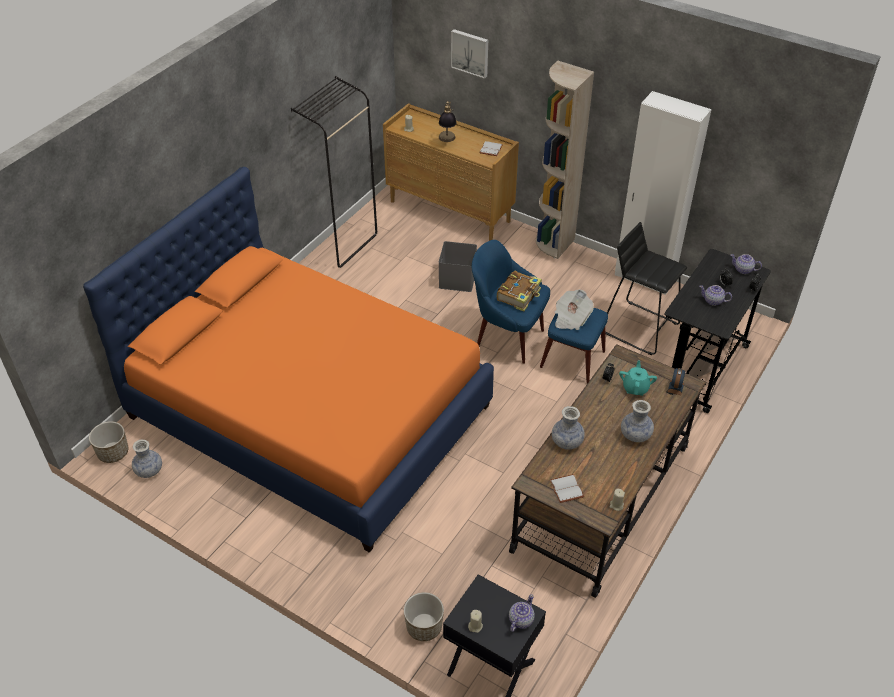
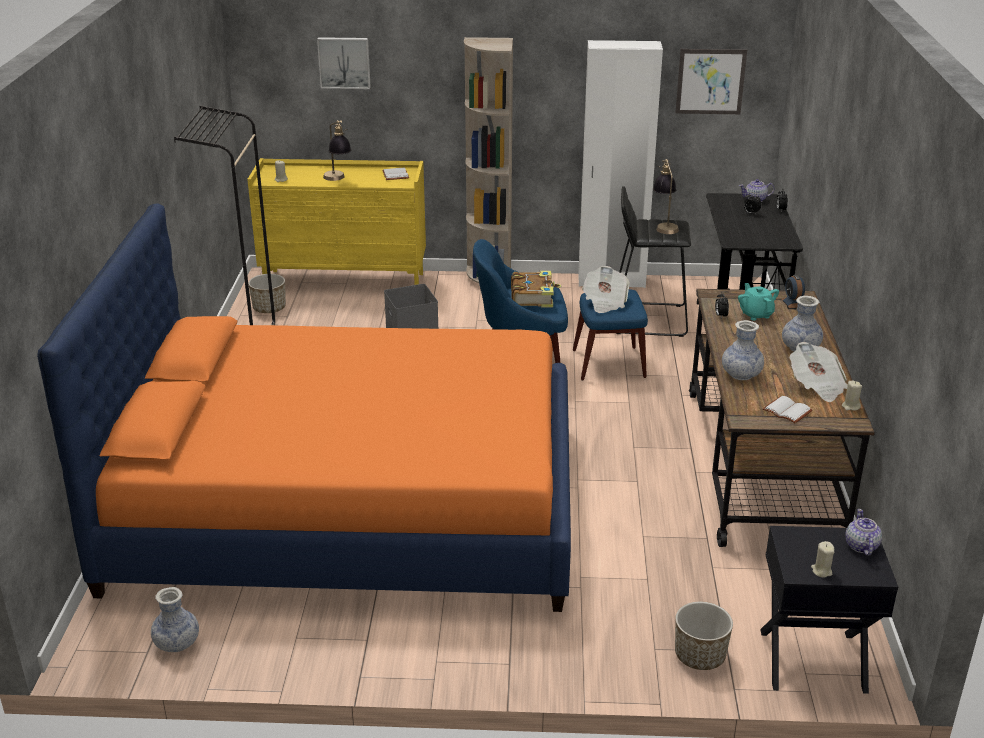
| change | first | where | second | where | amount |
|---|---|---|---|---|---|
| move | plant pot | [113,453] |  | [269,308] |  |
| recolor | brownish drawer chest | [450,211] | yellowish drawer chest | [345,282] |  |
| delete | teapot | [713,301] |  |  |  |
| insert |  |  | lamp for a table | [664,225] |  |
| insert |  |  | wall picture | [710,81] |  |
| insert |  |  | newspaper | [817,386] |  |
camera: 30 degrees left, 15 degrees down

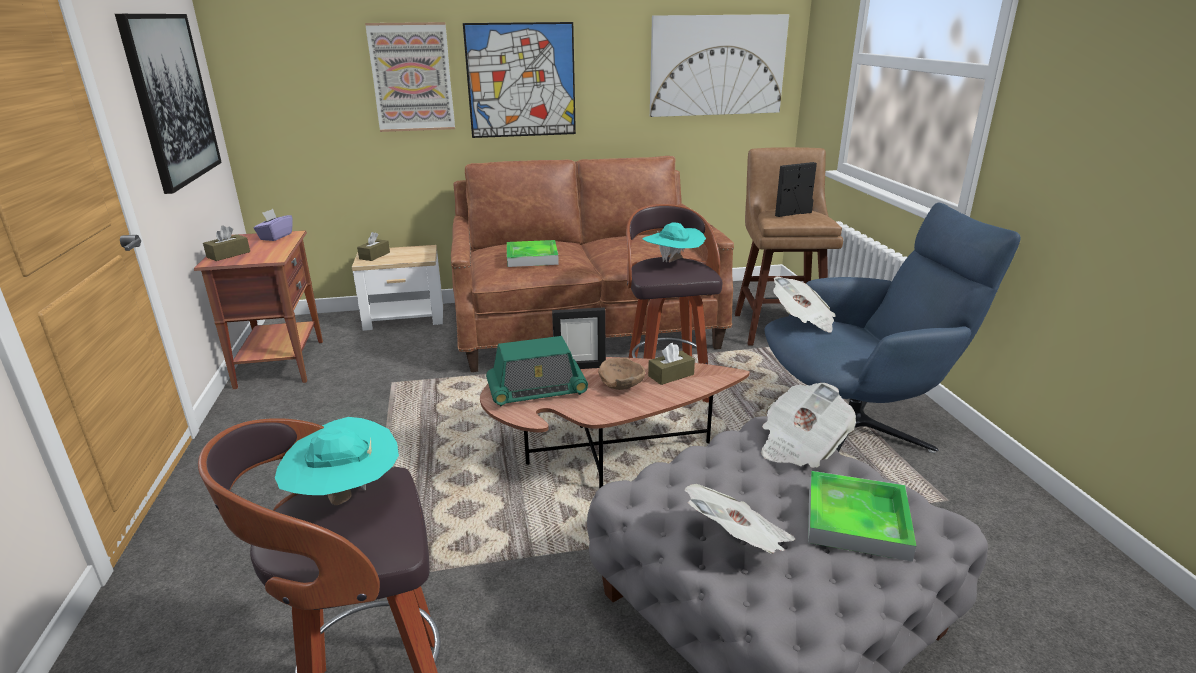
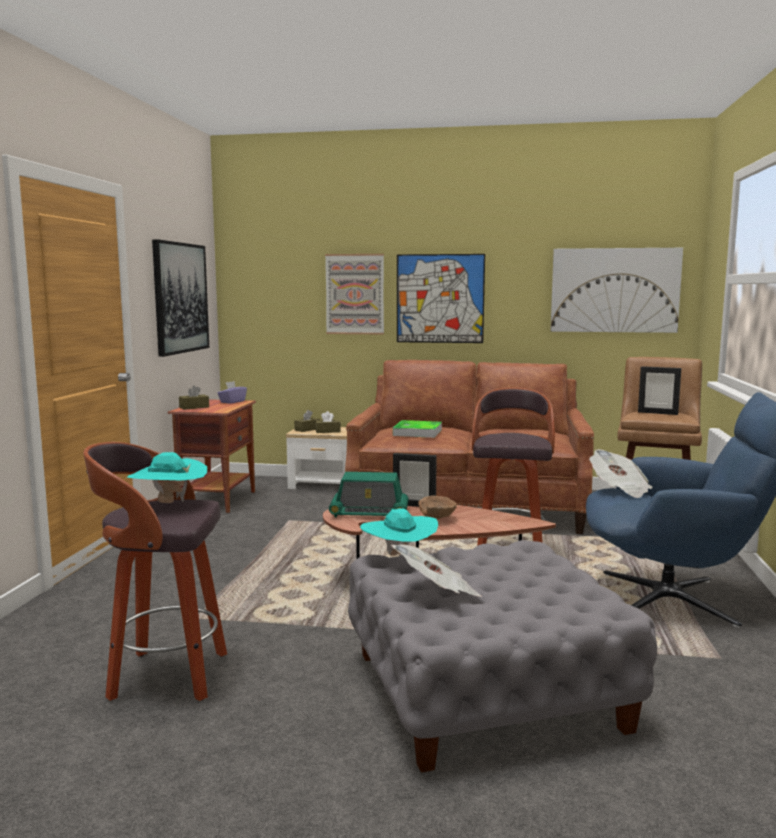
| change | first | where | second | where | amount |
|---|---|---|---|---|---|
| move | turquoise-coloured wearable hat | [673,263] |  | [399,556] |  |
| move | brownish tissue holder | [671,375] |  | [328,431] |  |
| delete | newspaper | [800,445] |  |  |  |
| rotate | picture frame | [793,214] |  | [658,413] | 150 degrees counterclockwise |
| delete | tray | [857,520] |  |  |  |
camera: 20 degrees right, 15 degrees down

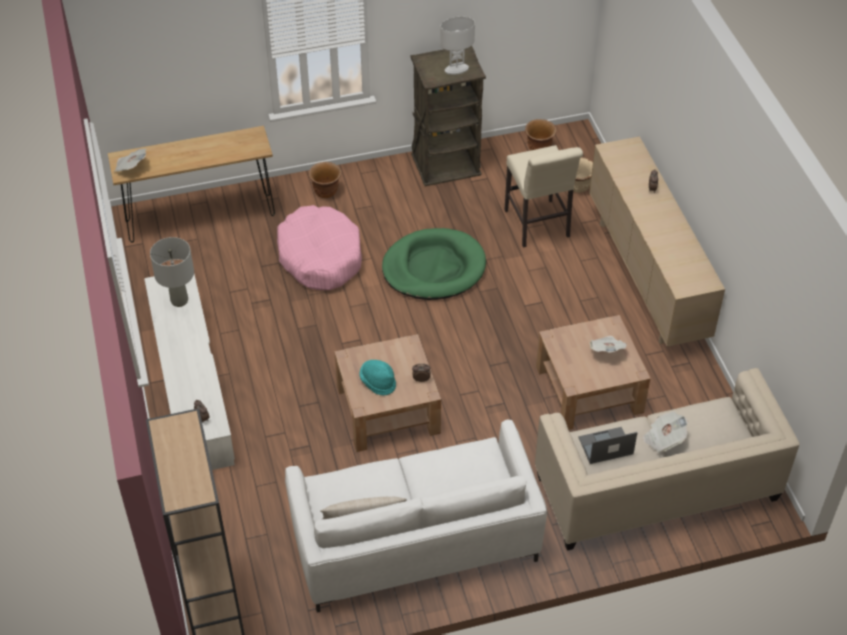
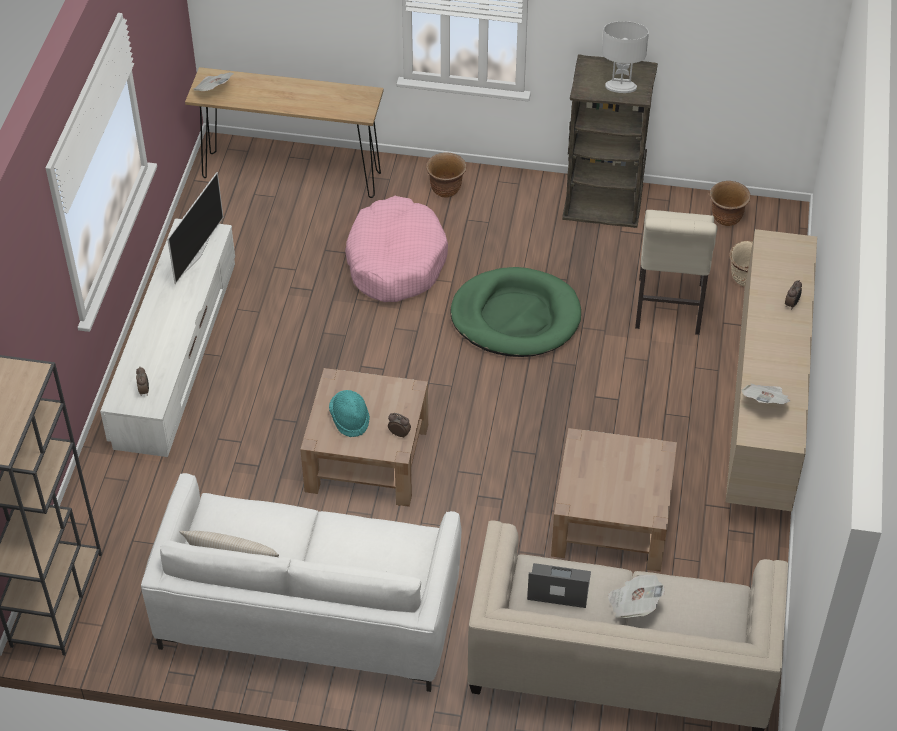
| change | first | where | second | where | amount |
|---|---|---|---|---|---|
| replace | gray lamp for a table | [179,300] | television | [196,255] |  |
| move | newspaper | [606,350] |  | [765,402] |  |
camera: 25 degrees right, 0 degrees up

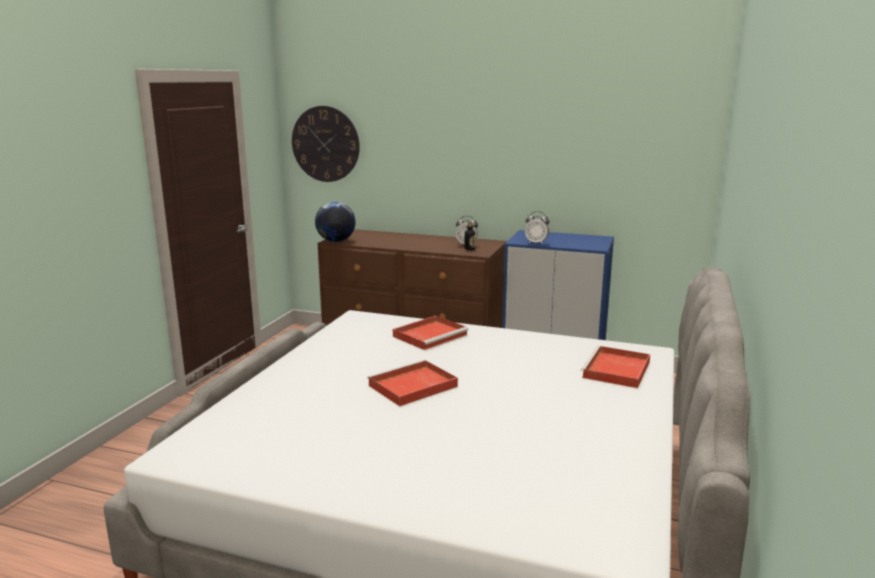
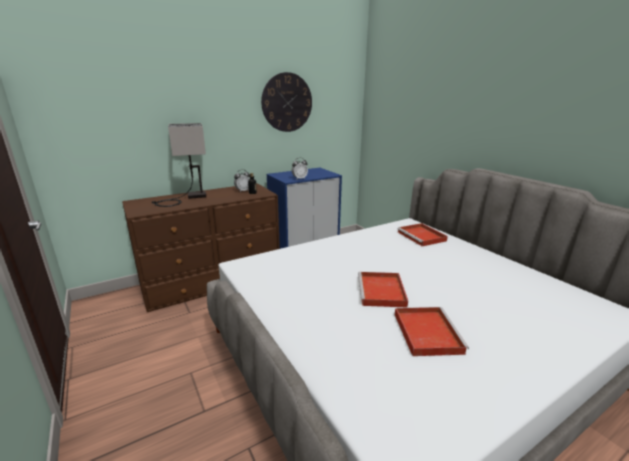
| change | first | where | second | where | amount |
|---|---|---|---|---|---|
| move | wall clock | [325,144] |  | [287,102] |  |
| delete | world globe | [336,241] |  |  |  |
| move | reddish tray | [431,335] |  | [426,332] |  |
| insert |  |  | lamp for a table | [184,198] |  |
camera: 50 degrees left, 5 degrees up

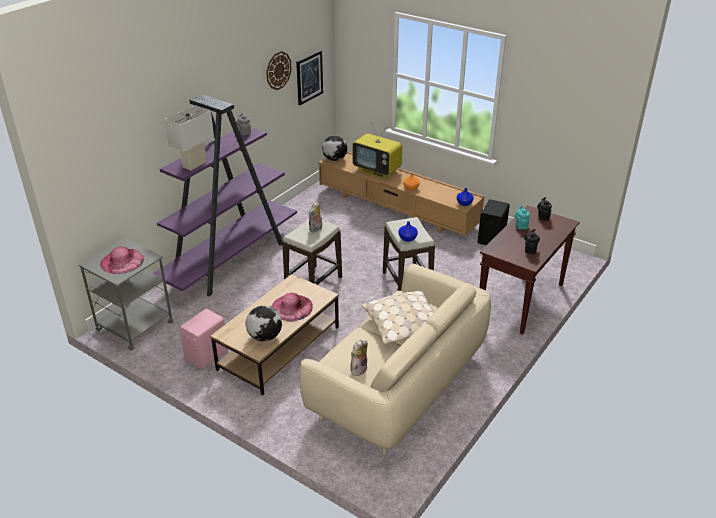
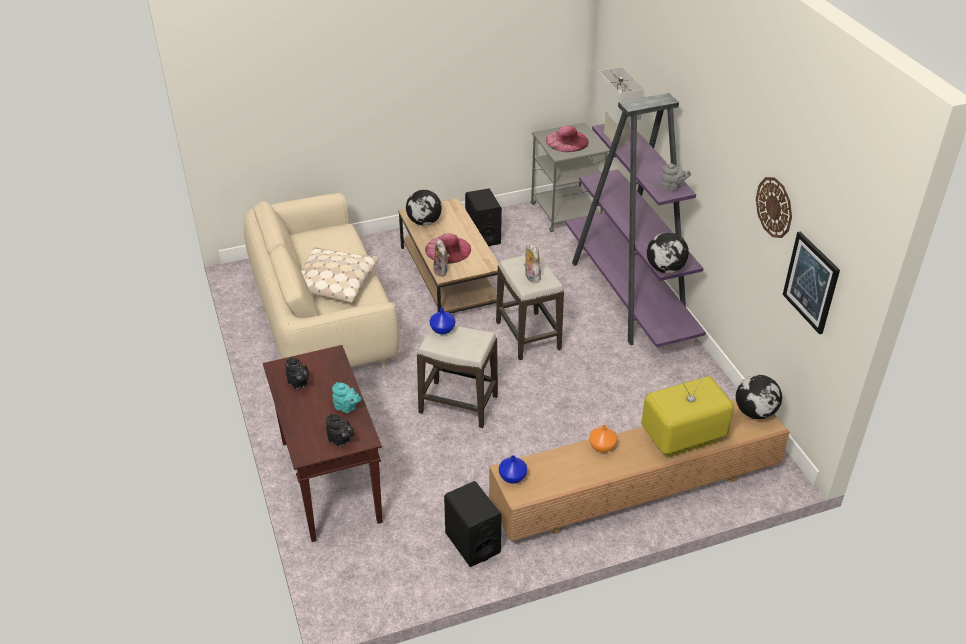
| change | first | where | second | where | amount |
|---|---|---|---|---|---|
| recolor | pink-coloured audio speaker | [206,355] | black-coloured audio speaker | [483,236] |  |
| move | plush toy | [358,369] |  | [442,271] |  |
| insert |  |  | world globe | [665,269] |  |
camera: 125 degrees right, 5 degrees up

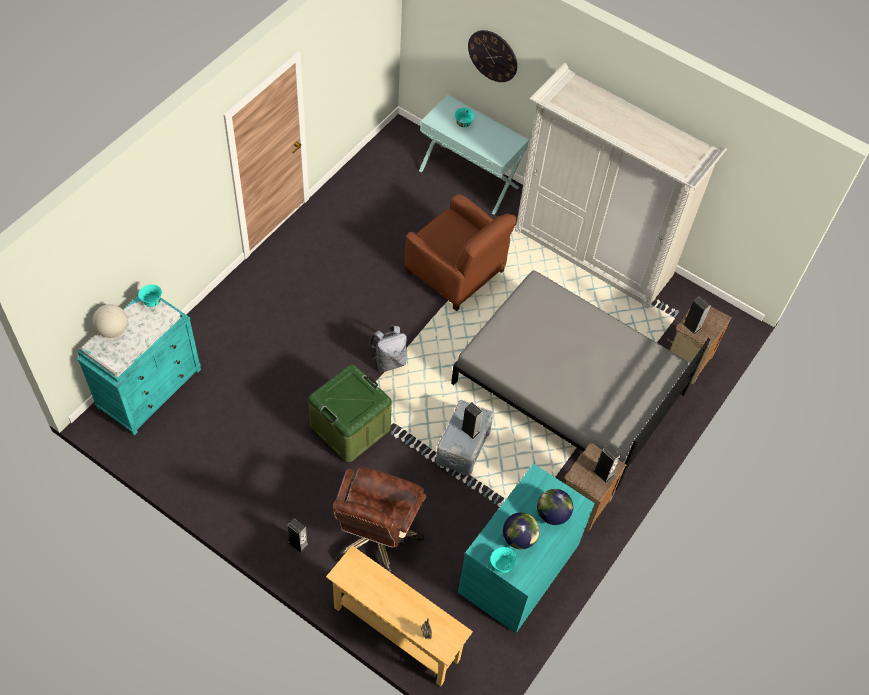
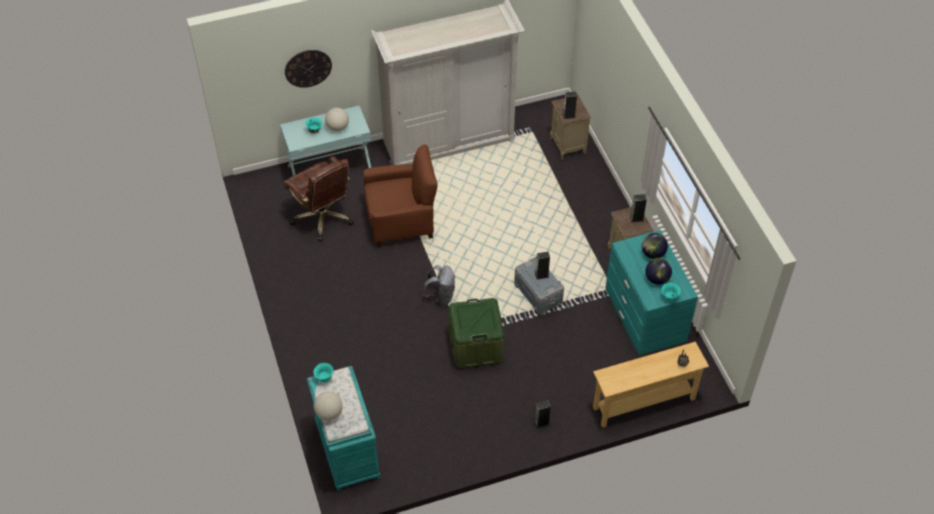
| change | first | where | second | where | amount |
|---|---|---|---|---|---|
| move | brownish desk chair | [377,537] |  | [322,216] |  |
| delete | gray bedroom bed | [569,388] |  |  |  |
| insert |  |  | world globe | [337,127] |  |
camera: 50 degrees left, 5 degrees down

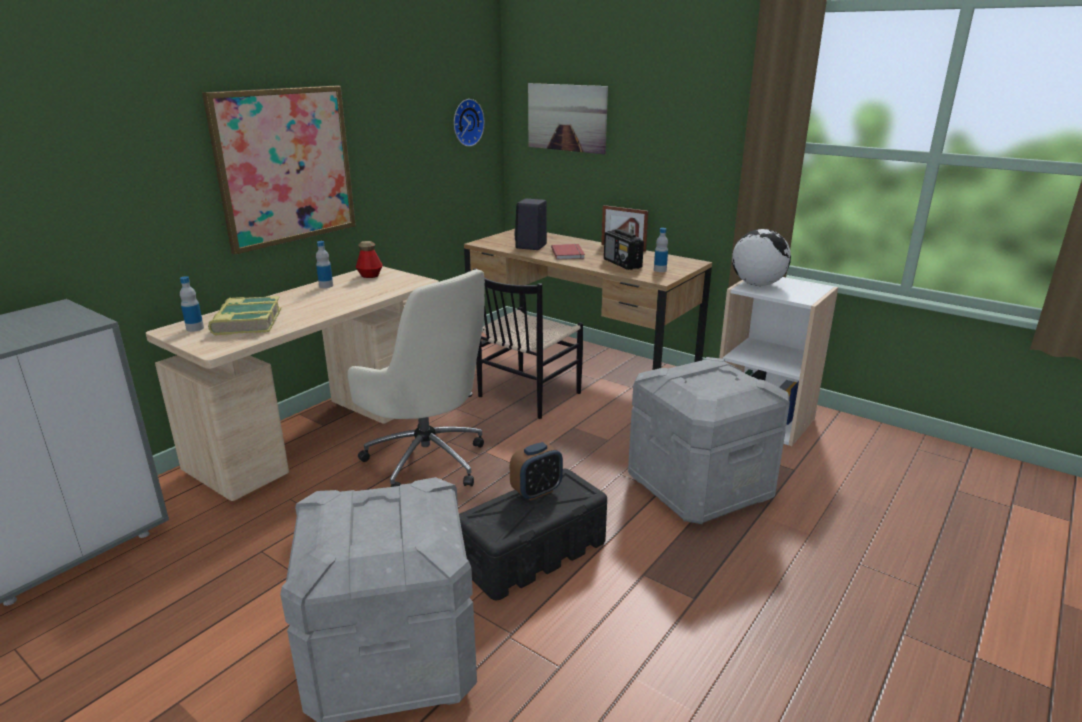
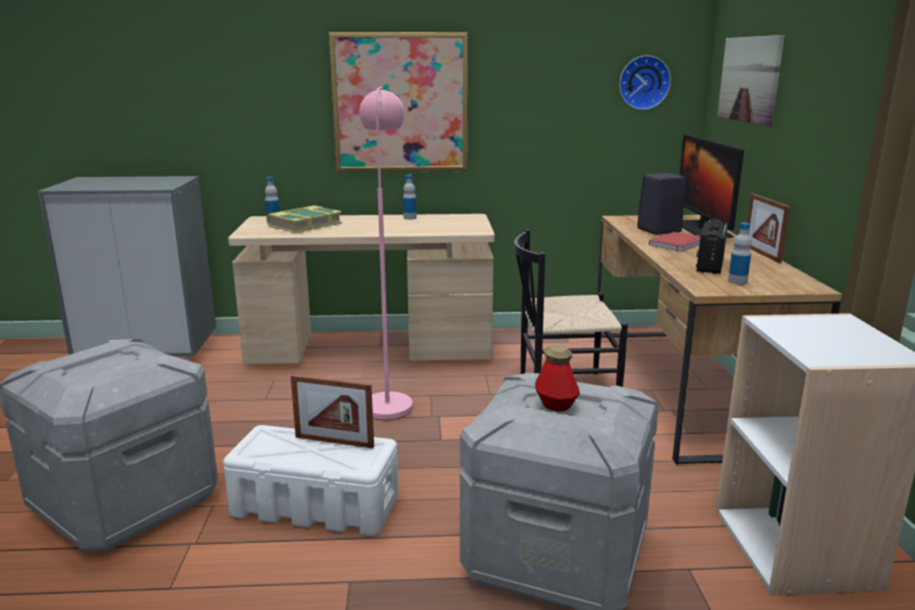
| change | first | where | second | where | amount |
|---|---|---|---|---|---|
| replace | sand-coloured desk chair | [427,461] | pink-coloured floor lamp | [388,401] |  |
| move | drink bottle | [370,276] |  | [556,404] |  |
| recolor | black-coloured storage bin | [534,553] | white-coloured storage bin | [317,505] |  |
| replace | alarm clock | [536,491] | picture frame | [334,442] |  |
| delete | world globe | [757,284] |  |  |  |
| insert |  |  | computer screen | [701,229] |  |
camera: 50 degrees right, 5 degrees down

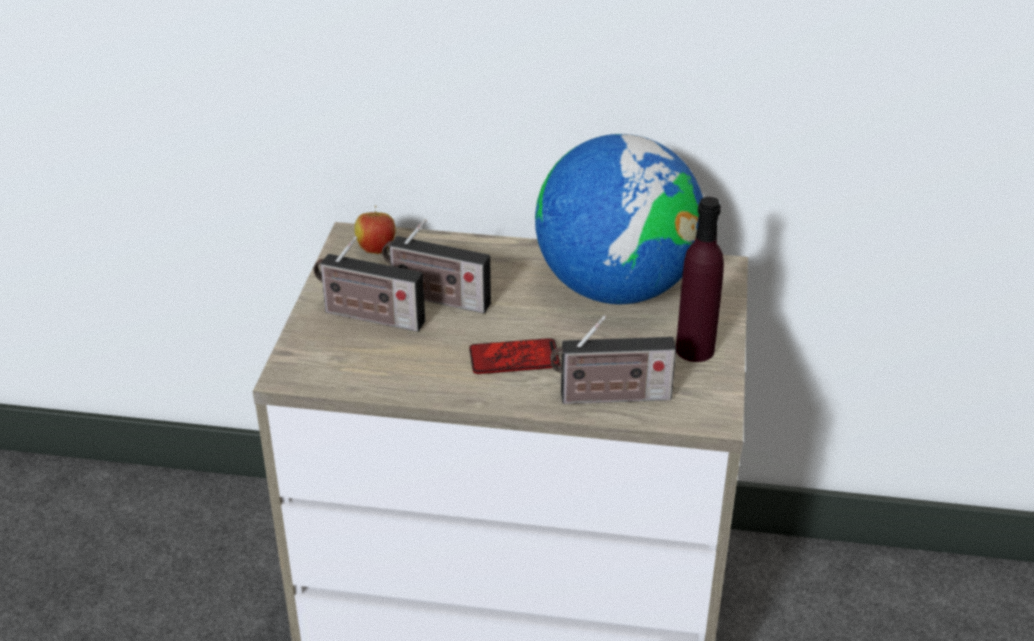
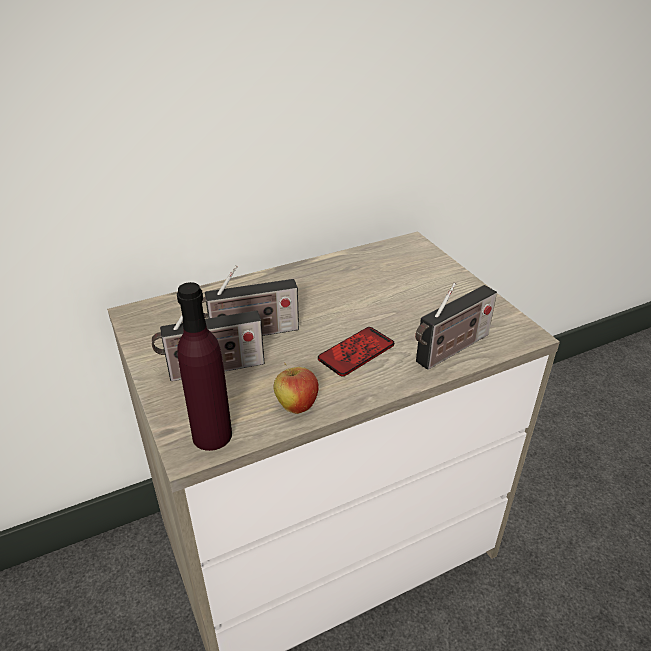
| change | first | where | second | where | amount |
|---|---|---|---|---|---|
| move | apple | [376,249] |  | [296,406] |  |
| delete | world globe | [615,289] |  |  |  |
| move | purplish drink bottle | [695,350] |  | [212,435] |  |
camera: 35 degrees left, 0 degrees up

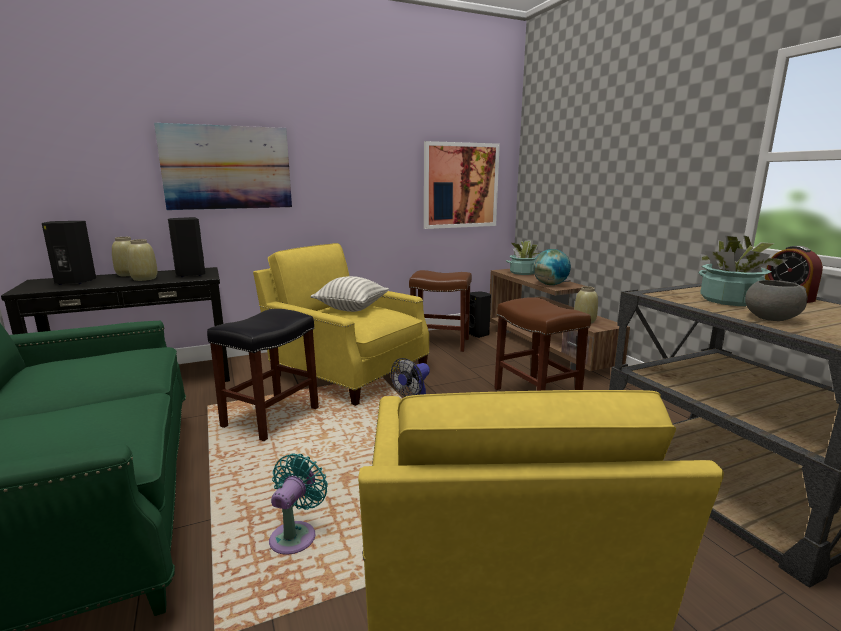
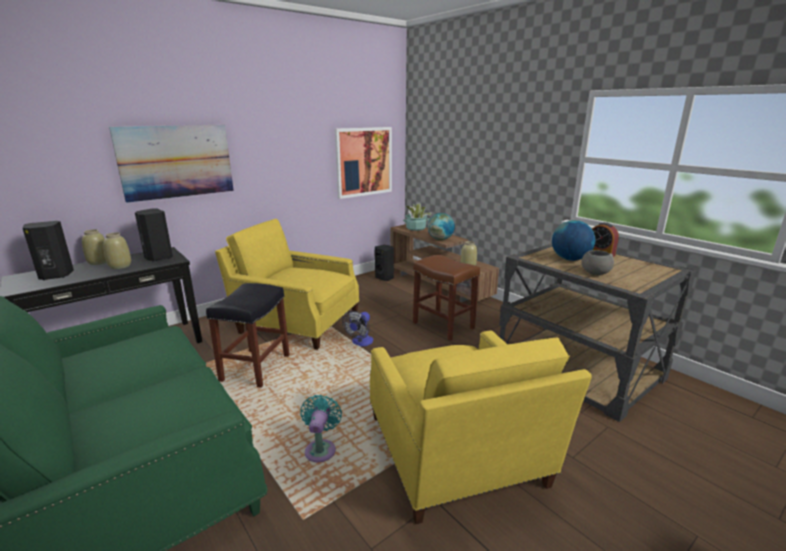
| change | first | where | second | where | amount |
|---|---|---|---|---|---|
| delete | pillow | [351,308] |  |  |  |
| delete | brownish sitting stool | [441,343] |  |  |  |
| replace | potted plant | [729,300] | world globe | [570,259] |  |
camera: 15 degrees left, 5 degrees up

